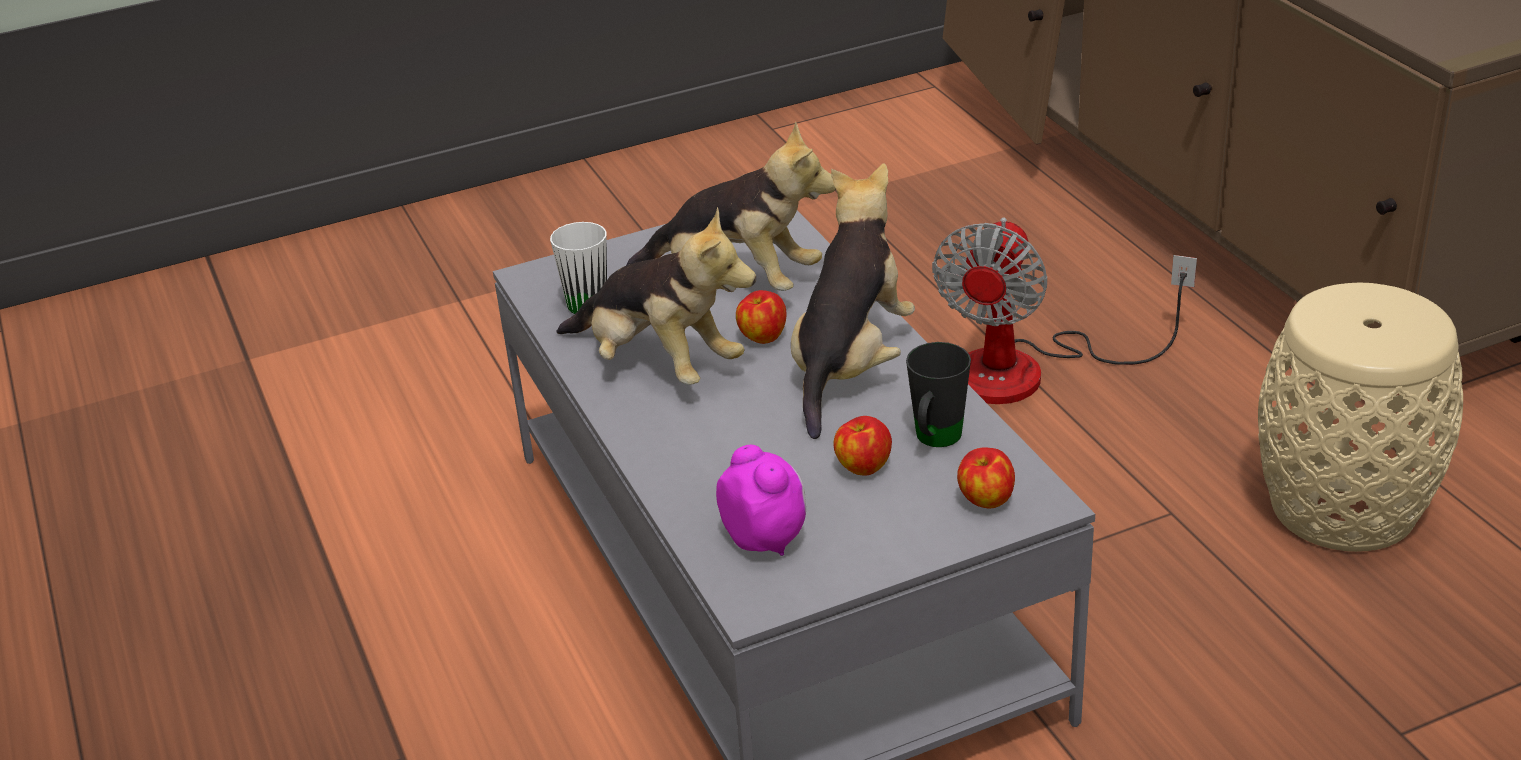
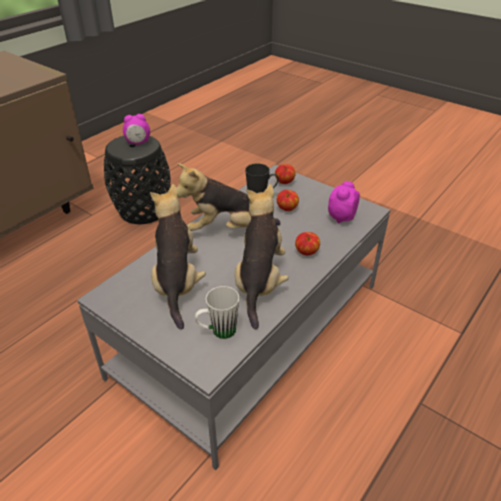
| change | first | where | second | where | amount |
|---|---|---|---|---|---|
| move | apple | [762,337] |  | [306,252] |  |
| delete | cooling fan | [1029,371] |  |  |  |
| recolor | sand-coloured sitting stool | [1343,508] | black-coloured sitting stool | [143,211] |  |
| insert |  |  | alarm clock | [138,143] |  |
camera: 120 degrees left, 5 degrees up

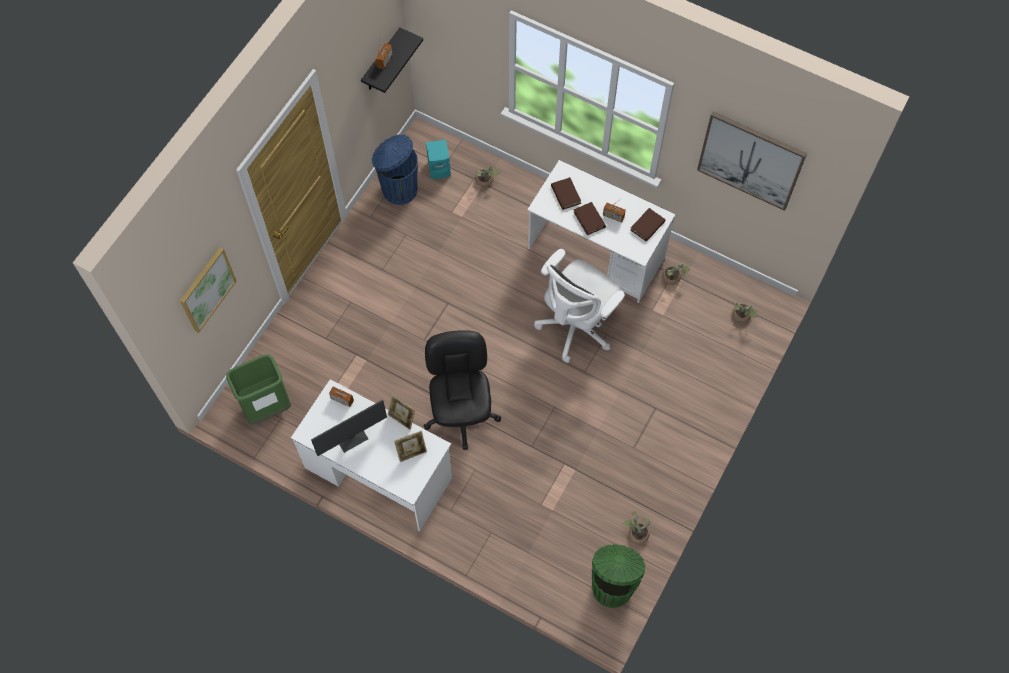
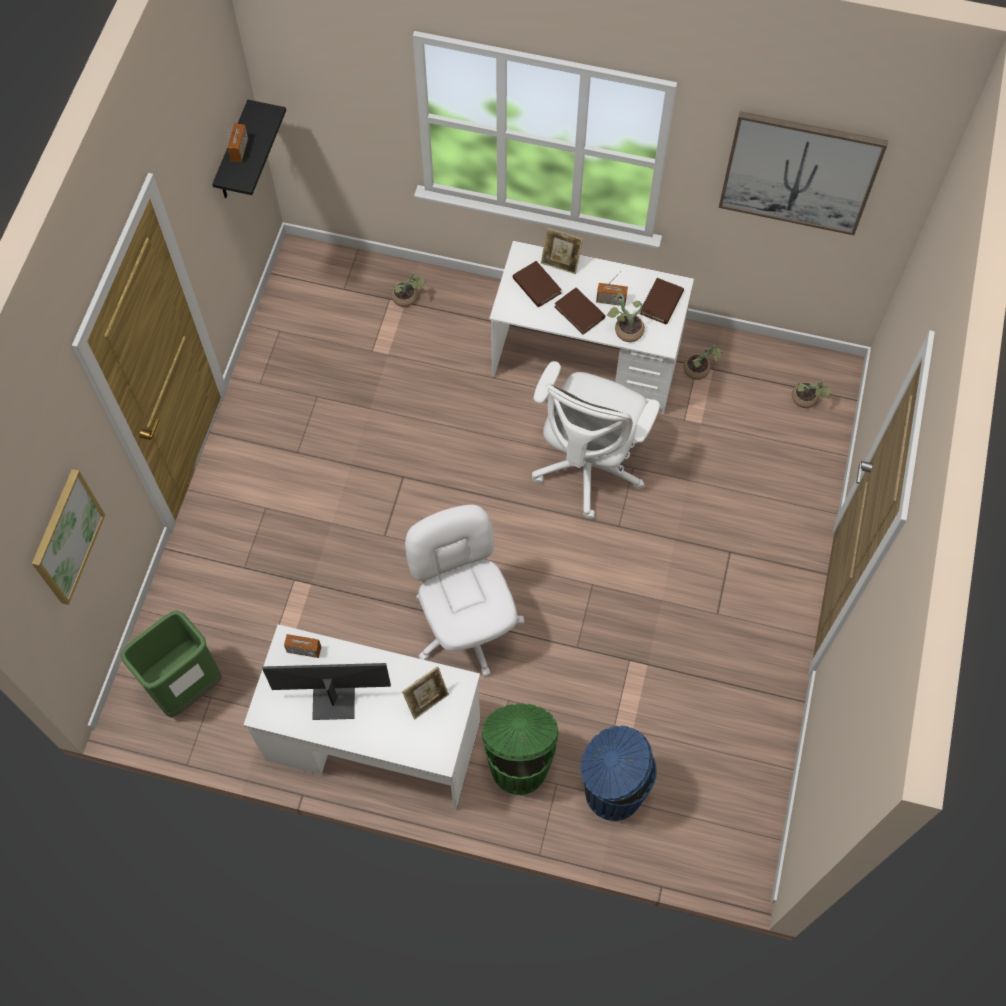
| change | first | where | second | where | amount |
|---|---|---|---|---|---|
| rotate | computer screen | [351,437] |  | [333,701] | 135 degrees counterclockwise |
| move | bluish waste bin | [398,189] |  | [611,791] |  |
| move | picture frame | [402,418] |  | [560,263] |  |
| recolor | black-coloured desk chair | [461,412] | white-coloured desk chair | [466,624] |  |
| delete | turquoise-coloured audio speaker | [440,168] |  |  |  |
| move | green-coloured waste bin | [612,586] |  | [519,764] |  |
| move | potted plant | [636,532] |  | [625,330] |  |
camera: 15 degrees left, 0 degrees up

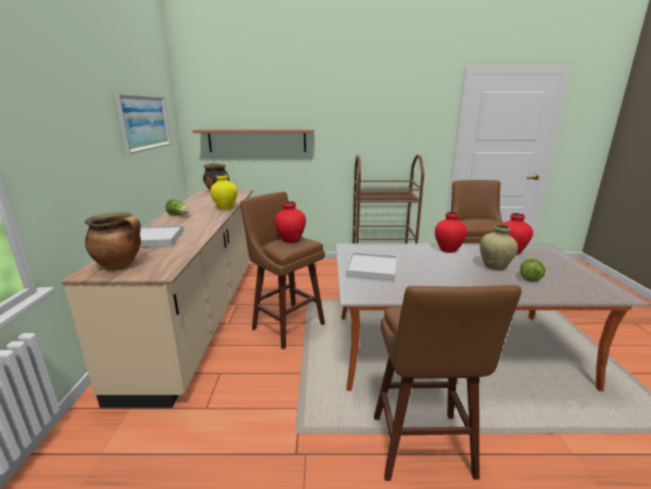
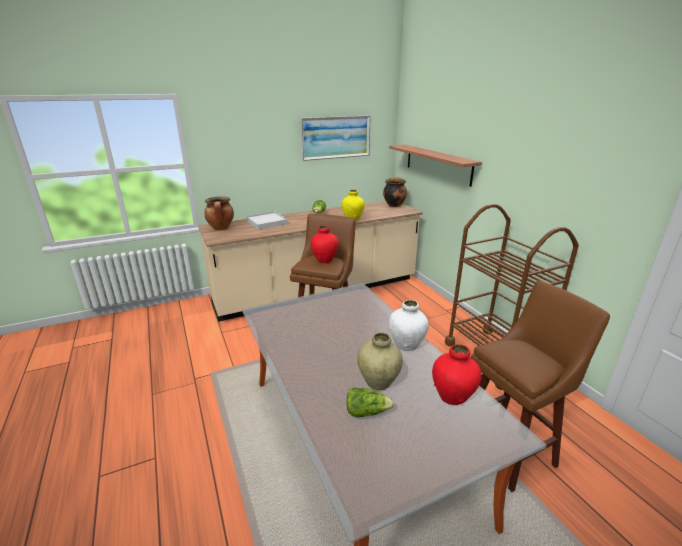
| change | first | where | second | where | amount |
|---|---|---|---|---|---|
| delete | white-coloured tray | [372,269] |  |  |  |
| delete | brownish sitting stool | [422,449] |  |  |  |
| recolor | reddish flower vase | [448,250] | white-coloured flower vase | [406,345] |  |
camera: 65 degrees right, 5 degrees up

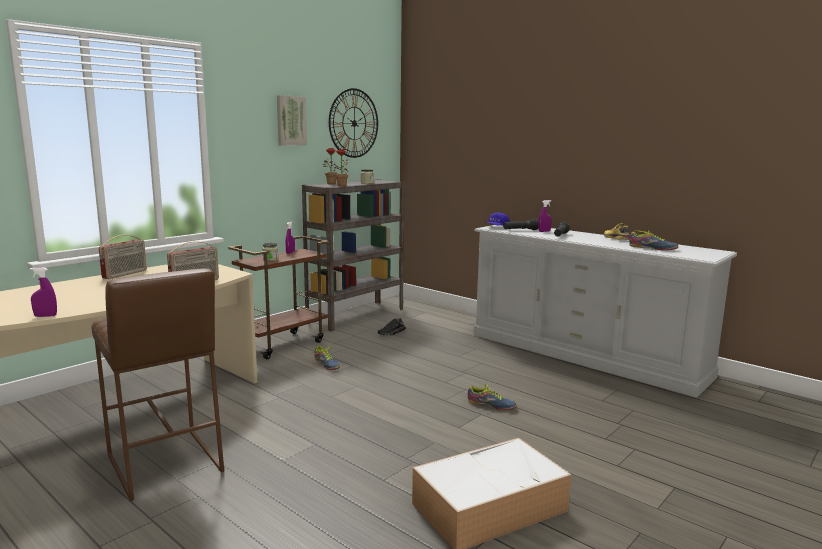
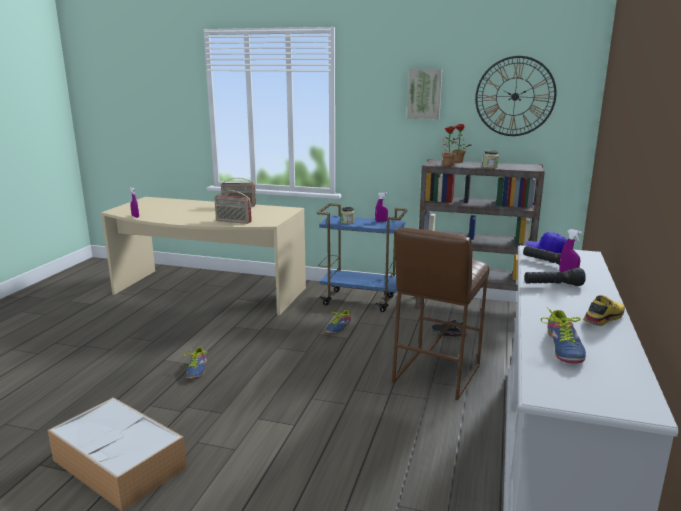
| change | first | where | second | where | amount |
|---|---|---|---|---|---|
| move | brownish sitting stool | [165,464] |  | [436,374] |  |
| recolor | brownish cart | [284,344] | bluish cart | [362,301] |  |
| move | item of footwear | [491,404] |  | [197,369] |  |
camera: 65 degrees right, 5 degrees up

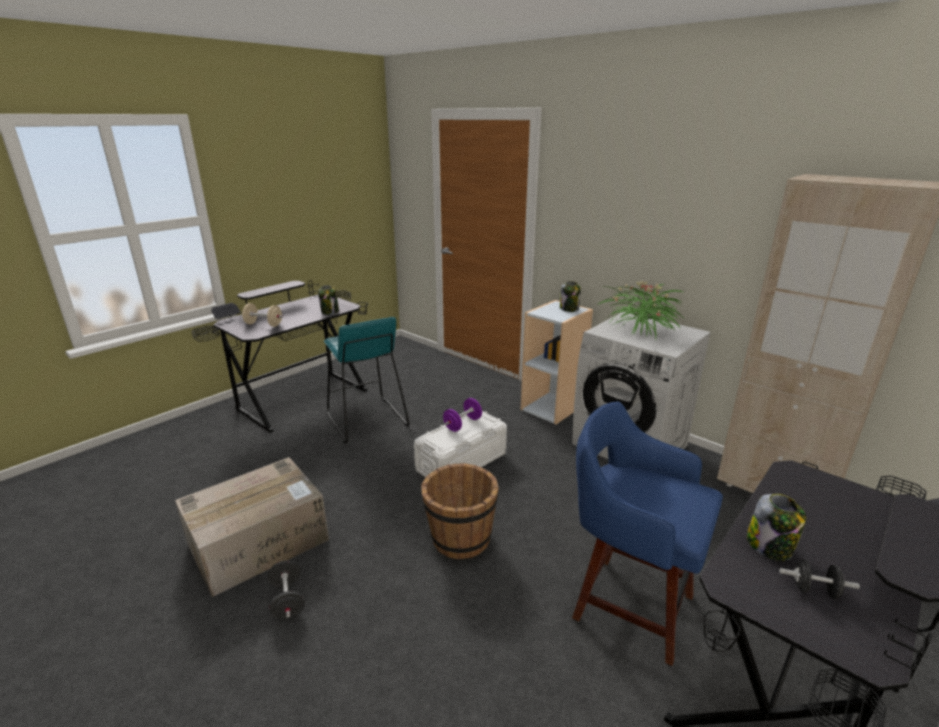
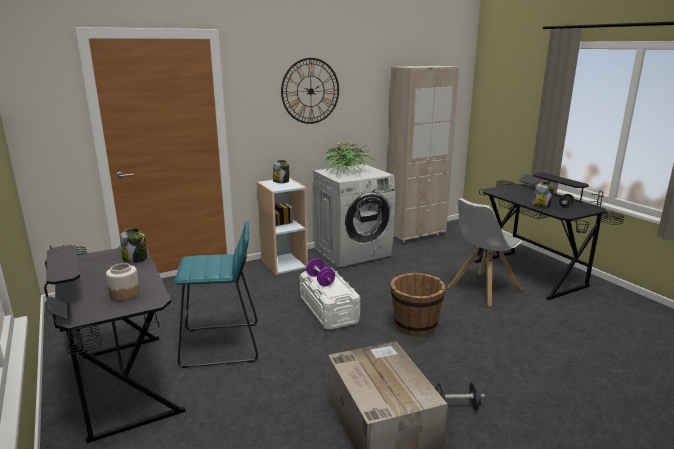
| change | first | where | second | where | amount |
|---|---|---|---|---|---|
| replace | sand-coloured hand weight | [263,324] | storage jar | [125,294] |  |
| replace | bluish sitting stool | [627,604] | chair | [482,289] |  |
| insert |  |  | wall clock | [310,91] |  |
camera: 70 degrees left, 5 degrees down

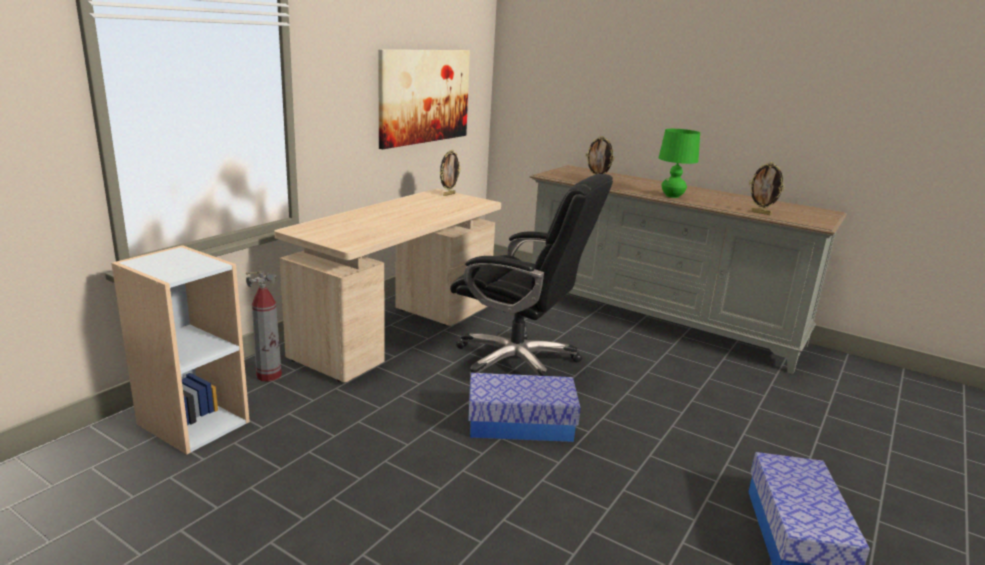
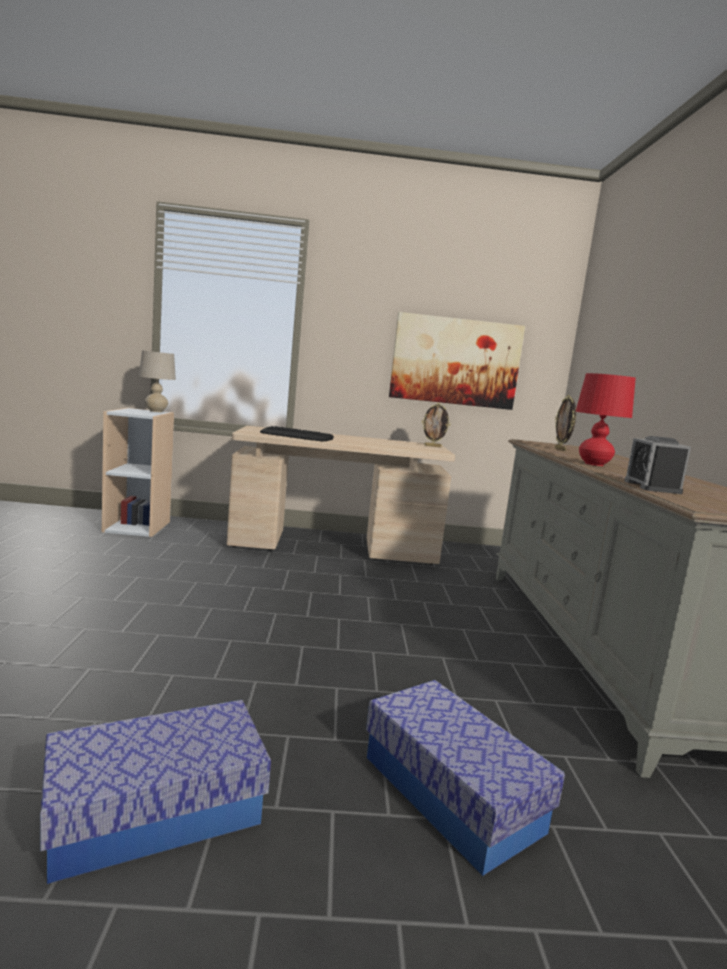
| change | first | where | second | where | amount |
|---|---|---|---|---|---|
| delete | fire-fighting cylinder | [269,375] |  |  |  |
| delete | black-coloured desk chair | [518,363] |  |  |  |
| move | storage bin | [520,424] |  | [450,793] |  |
| recolor | green-coloured lamp for a table | [672,196] | reddish lamp for a table | [594,464] |  |
| replace | picture frame | [761,213] | alarm clock | [652,487] |  |
| insert |  |  | sand-coloured lamp for a table | [156,411] |  |
| insert |  |  | computer keyboard | [297,436] |  |
camera: 55 degrees right, 10 degrees down

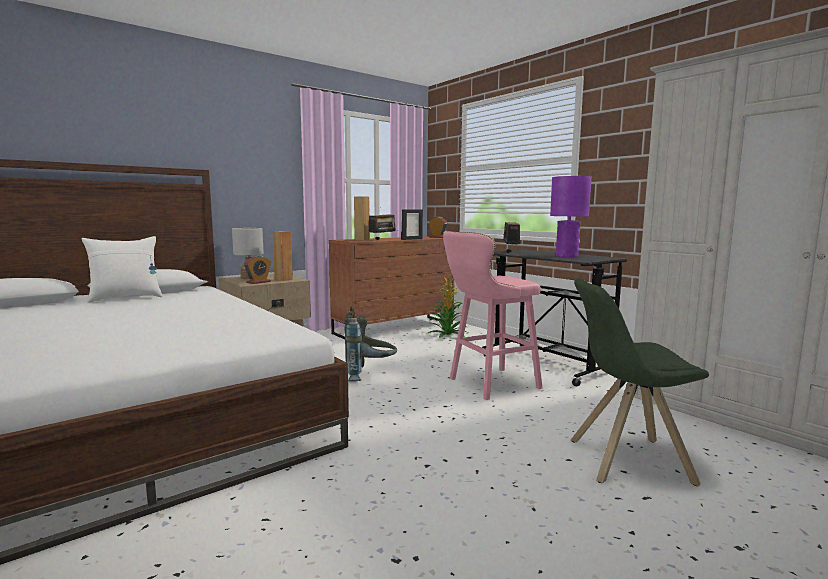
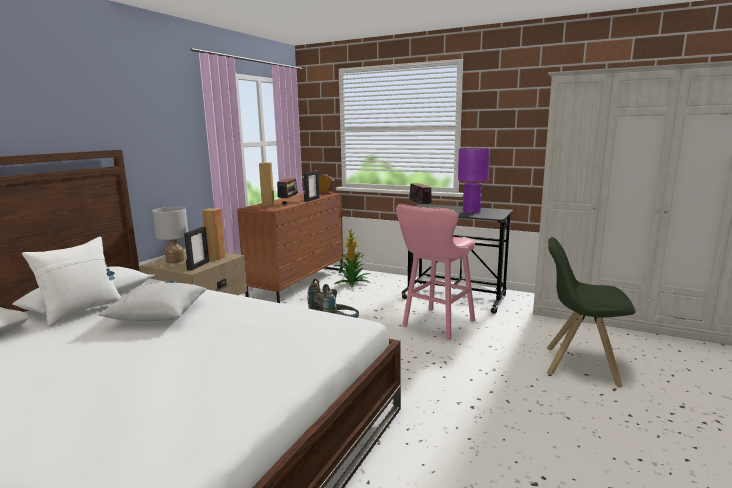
| change | first | where | second | where | amount |
|---|---|---|---|---|---|
| replace | alarm clock | [258,282] | picture frame | [198,265] |  |
| rotate | green-coloured chair | [627,460] |  | [580,365] | 45 degrees clockwise |
| insert |  |  | gray pillow | [158,315] |  |
camera: 25 degrees left, 5 degrees up

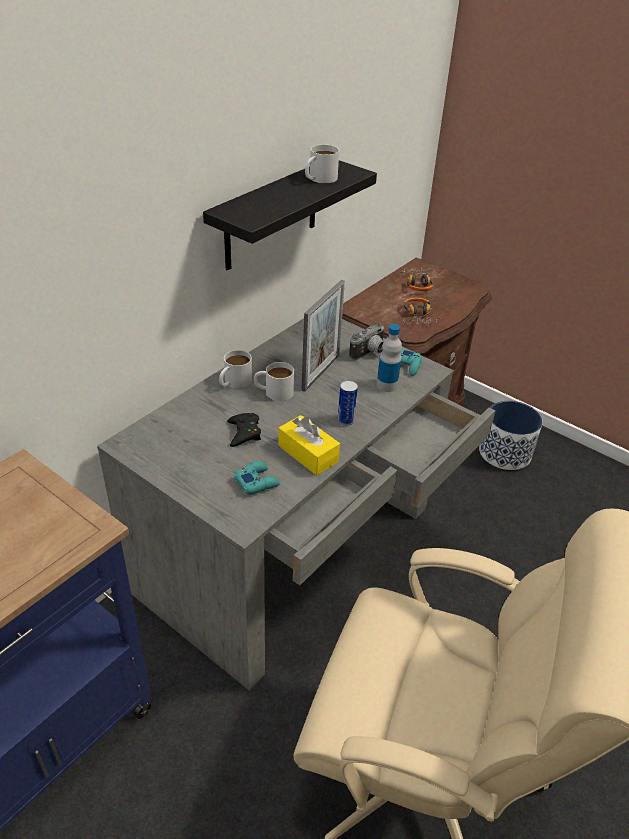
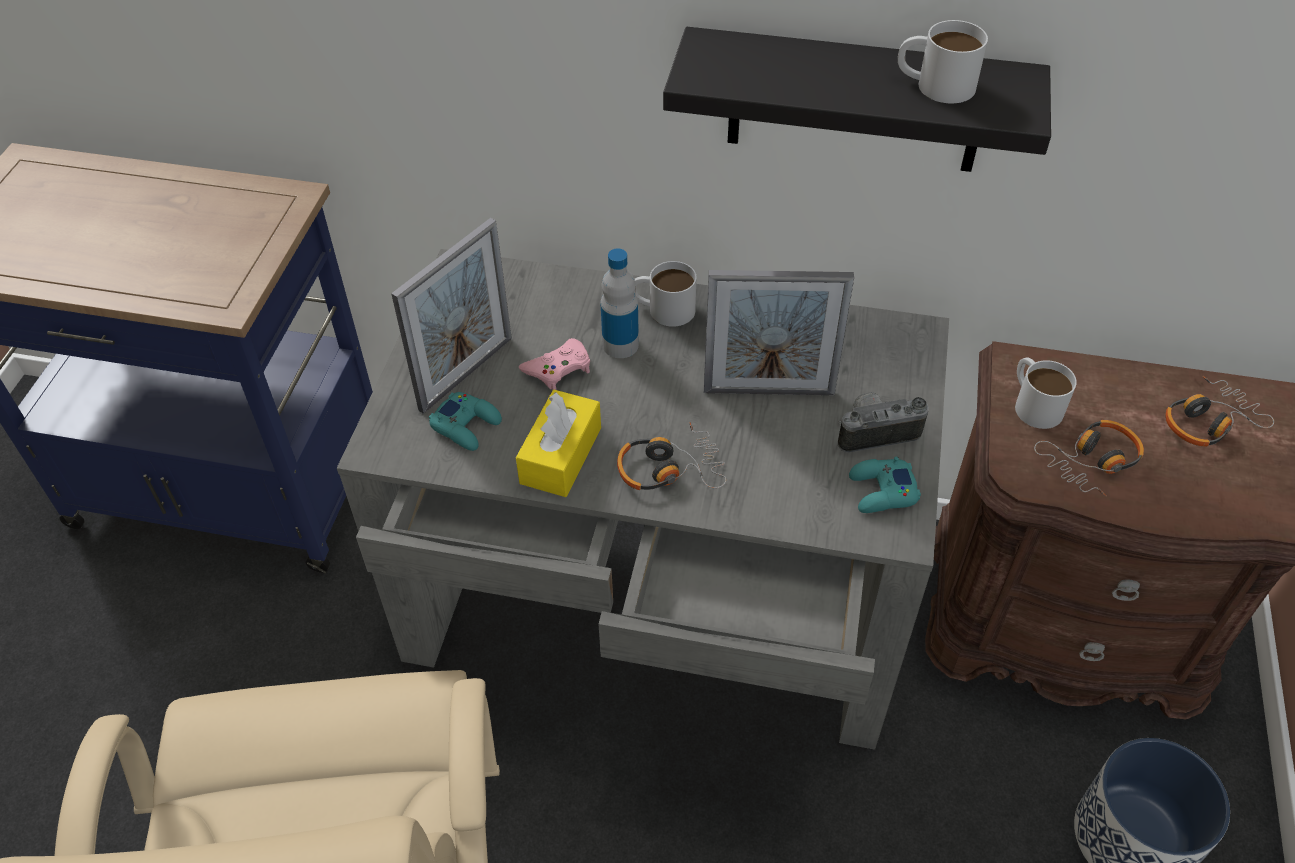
| change | first | where | second | where | amount |
|---|---|---|---|---|---|
| recolor | black-coloured joypad | [244,433] | pink-coloured joypad | [558,369] |  |
| move | white-coloured mug | [273,391] |  | [1033,403] |  |
| replace | can | [345,420] | headphones | [669,469] |  |
| rotate | photo camera | [370,353] |  | [875,431] | 150 degrees clockwise |
| move | drink bottle | [386,385] |  | [620,345] |  |
| insert |  |  | picture frame | [466,374] |  |
camera: 65 degrees right, 10 degrees up

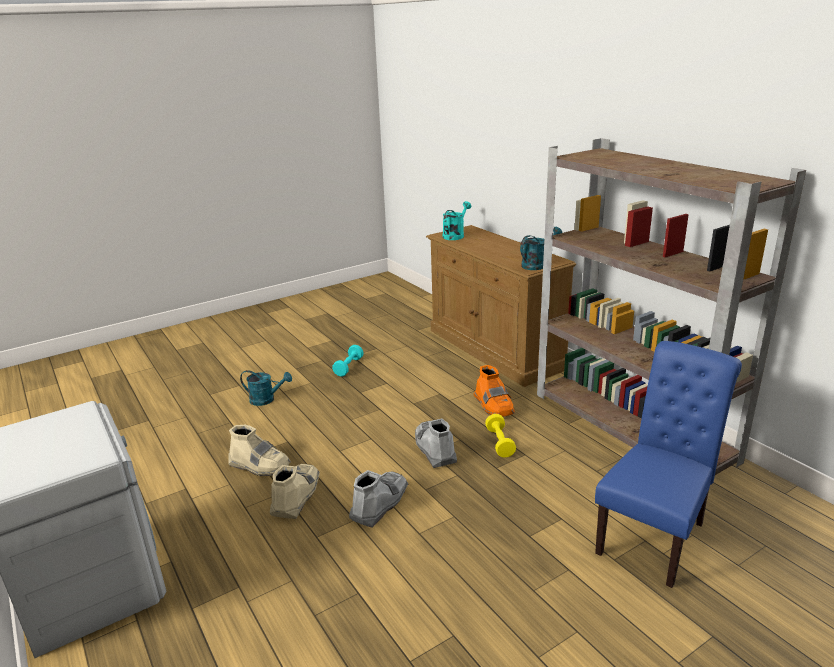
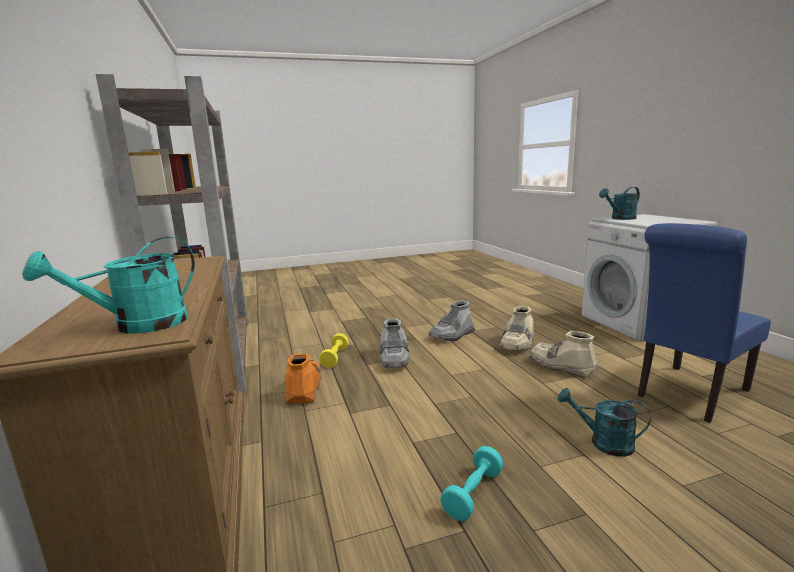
| change | first | where | second | where | amount |
|---|---|---|---|---|---|
| move | turquoise-coloured watering pot | [537,264] |  | [620,218] |  |
| move | bluish chair | [655,534] |  | [688,394] |  |
camera: 165 degrees left, 10 degrees down

